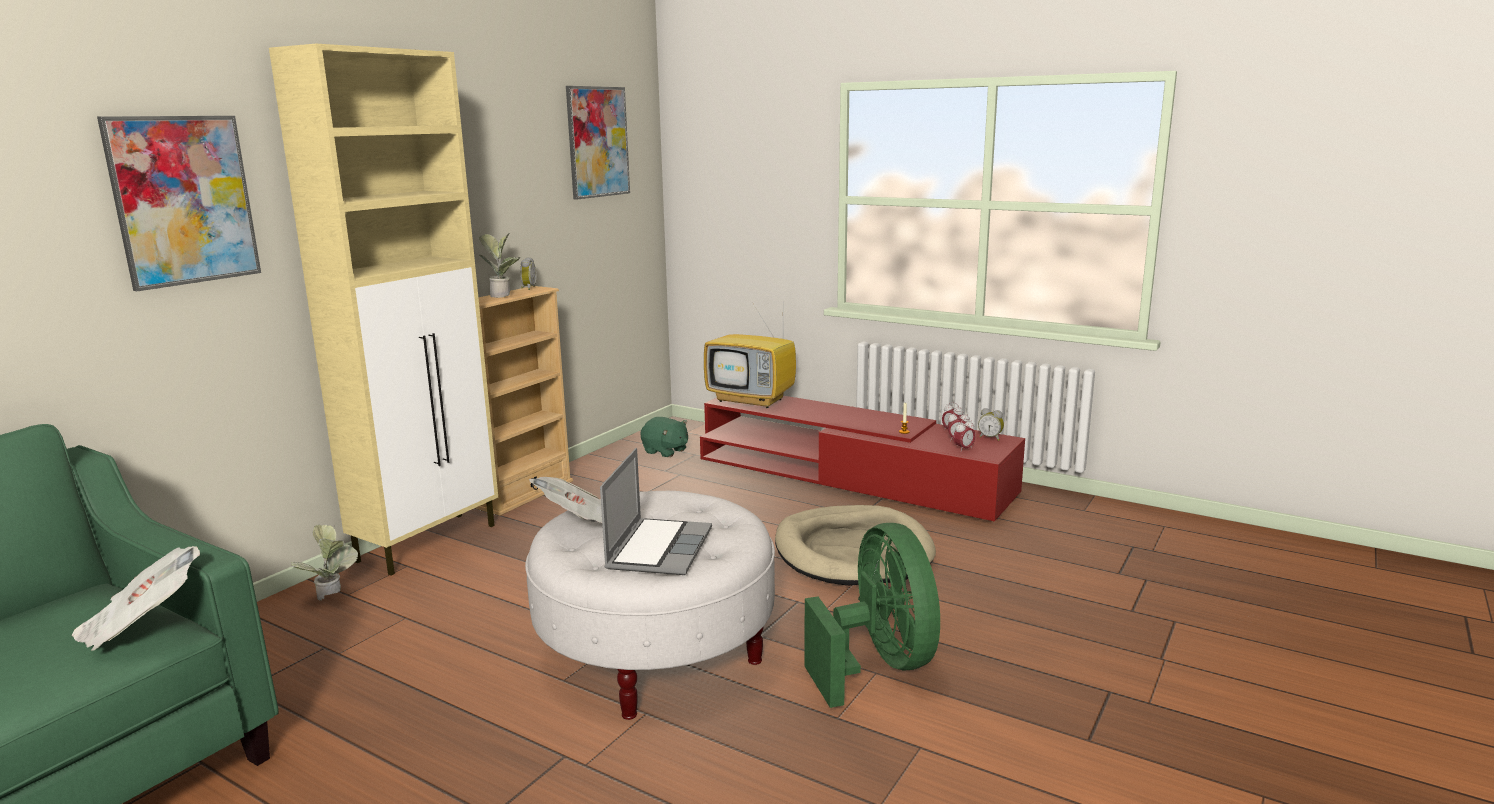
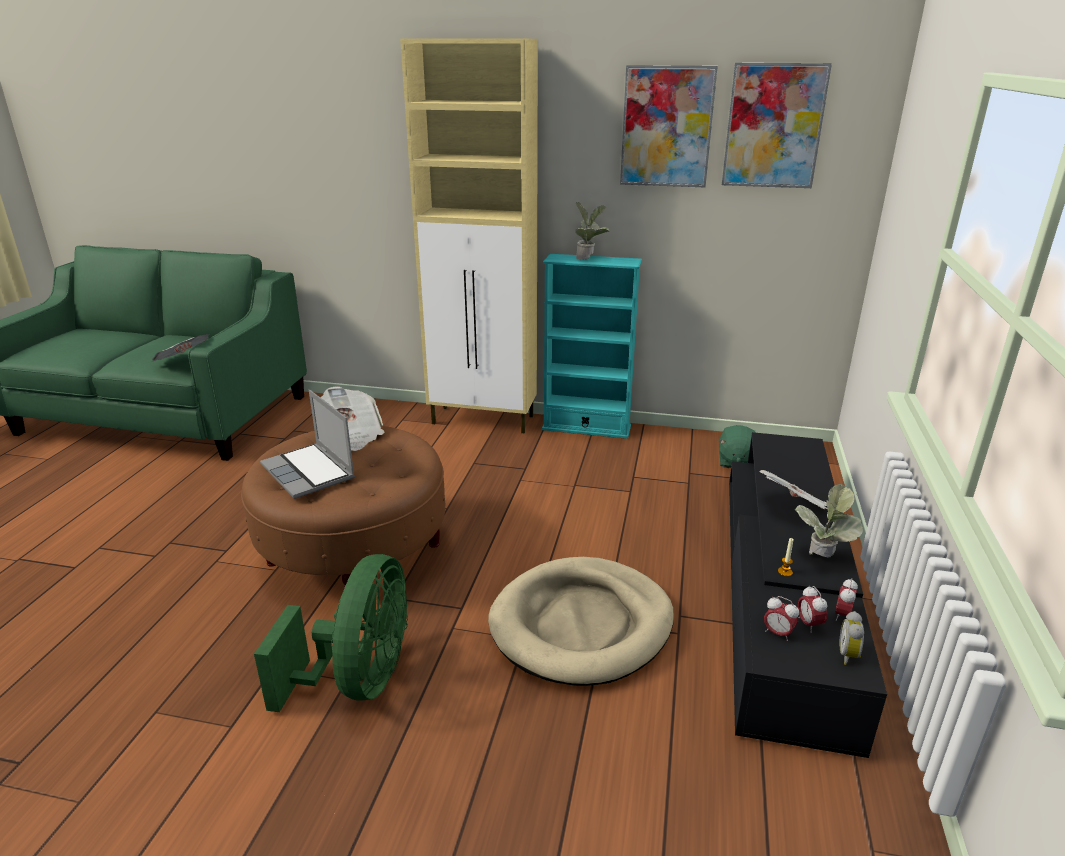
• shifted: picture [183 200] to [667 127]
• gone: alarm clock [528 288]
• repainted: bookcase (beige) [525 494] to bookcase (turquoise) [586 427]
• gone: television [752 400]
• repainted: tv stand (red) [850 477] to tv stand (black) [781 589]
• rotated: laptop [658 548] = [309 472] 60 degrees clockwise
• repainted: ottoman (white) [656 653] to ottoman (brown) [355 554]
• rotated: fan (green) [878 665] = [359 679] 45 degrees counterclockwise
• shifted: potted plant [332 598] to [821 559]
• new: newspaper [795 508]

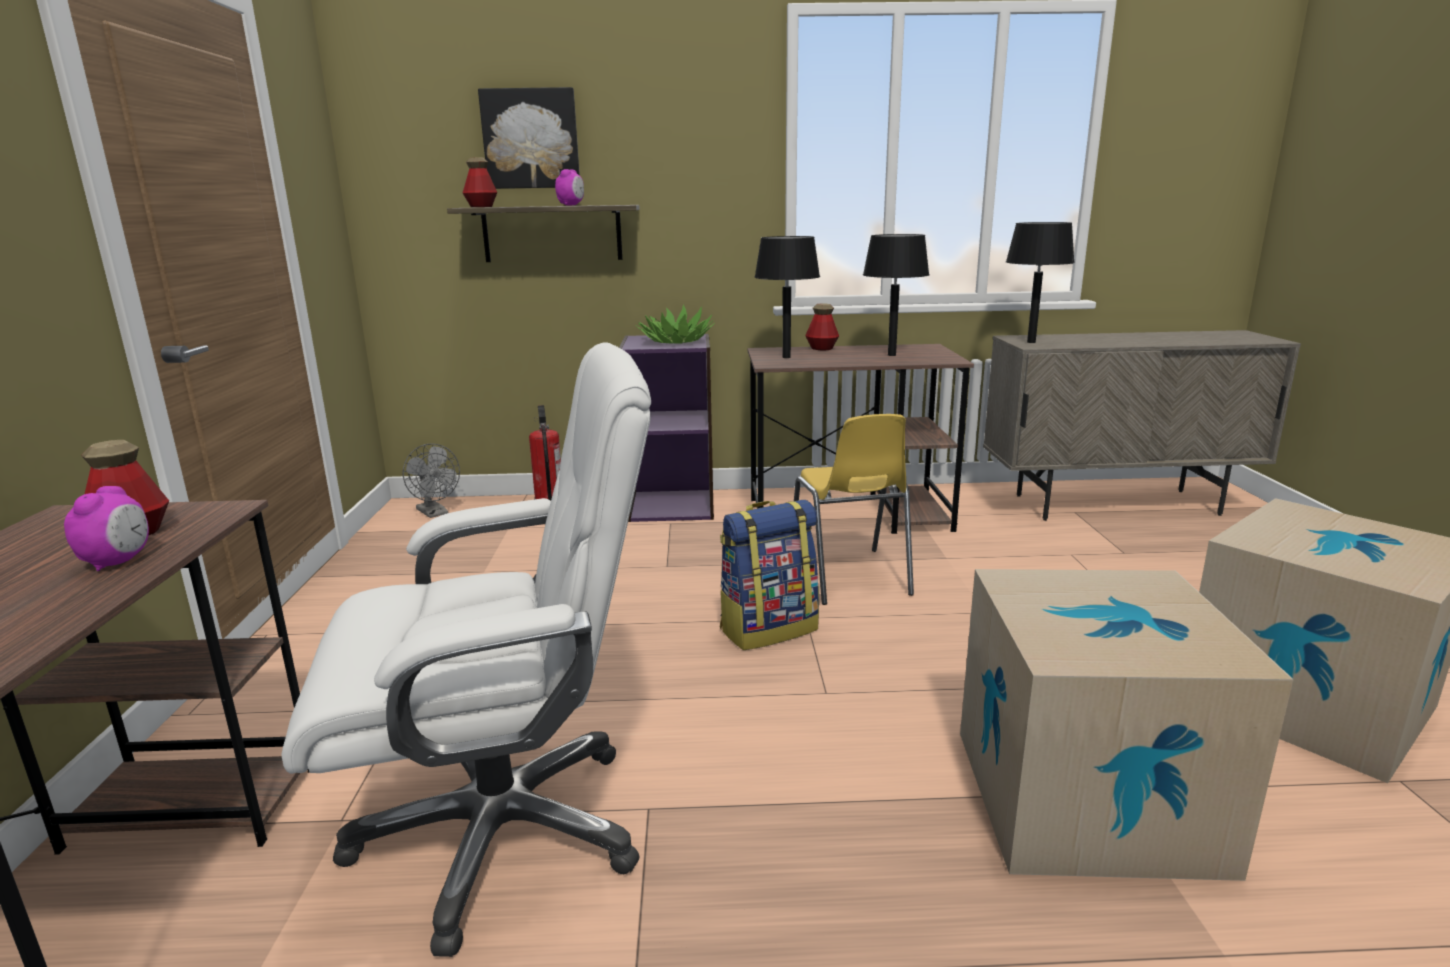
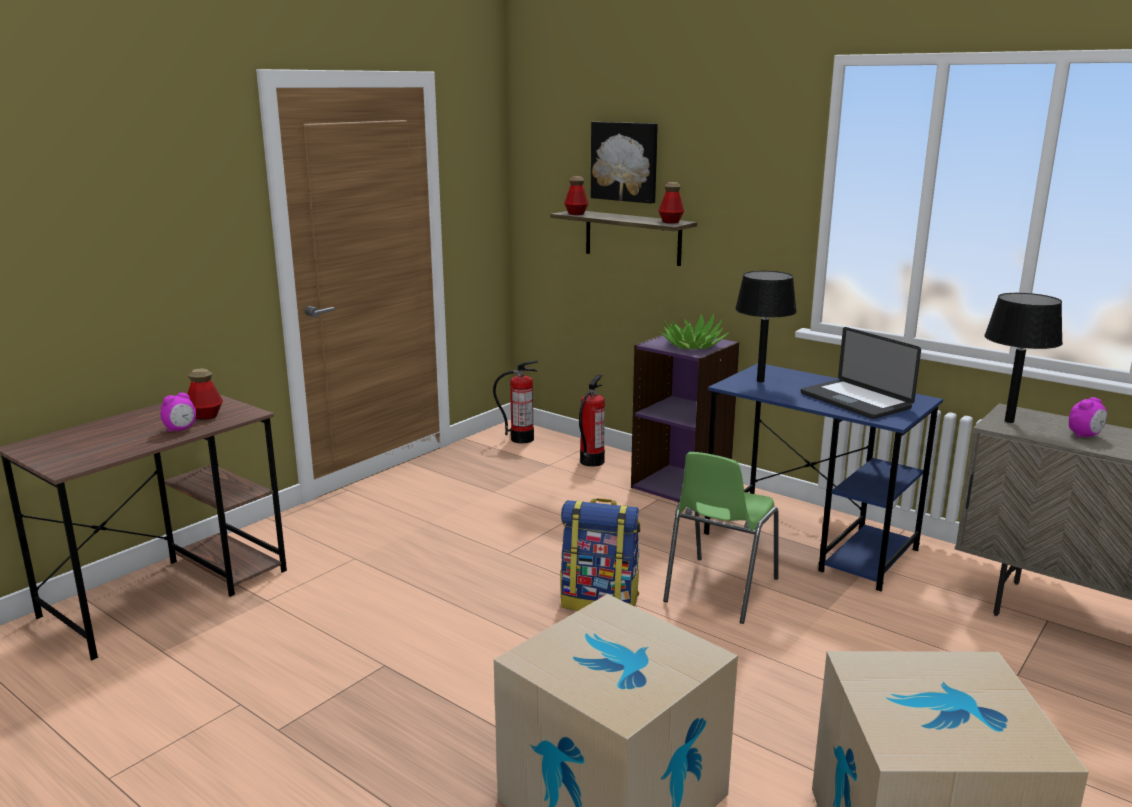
• shifted: alarm clock [571 205] to [1084 435]
• swapped: table lamp (black) [892 355] to laptop [855 401]
• shifted: bottle [821 348] to [670 222]
• gone: office chair (white) [504 829]
• repainted: desk (brown) [850 515] to desk (blue) [810 542]
• repainted: chair (yellow) [849 577] to chair (green) [719 590]
• swapped: fan (grey) [435 513] to fire extinguisher [522 439]

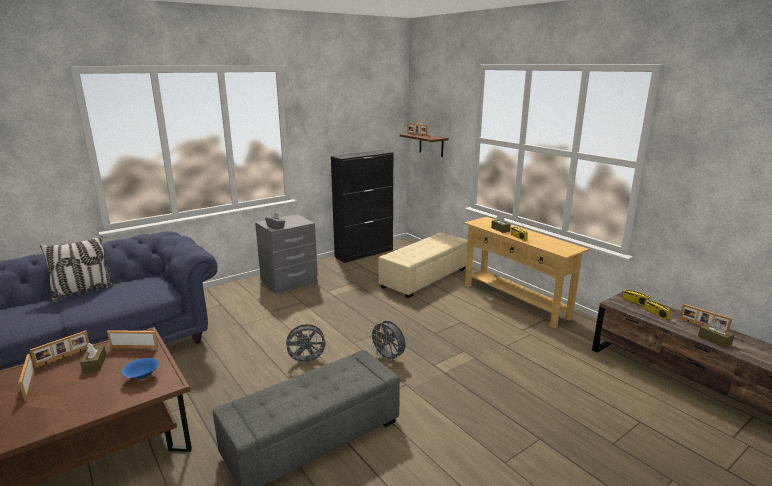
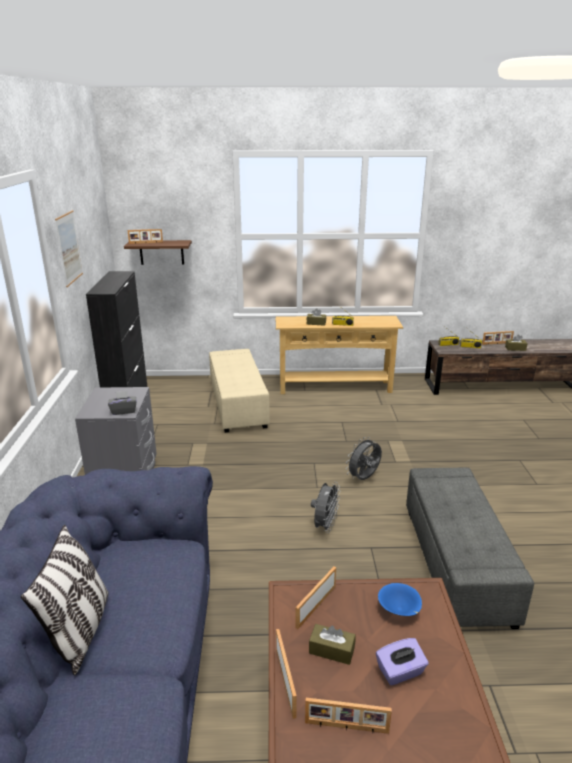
• rotated: fan (grey) [388 358] = [364 478] 150 degrees clockwise
• new: picture [69 248]
• new: tissue box (purple) [400 672]

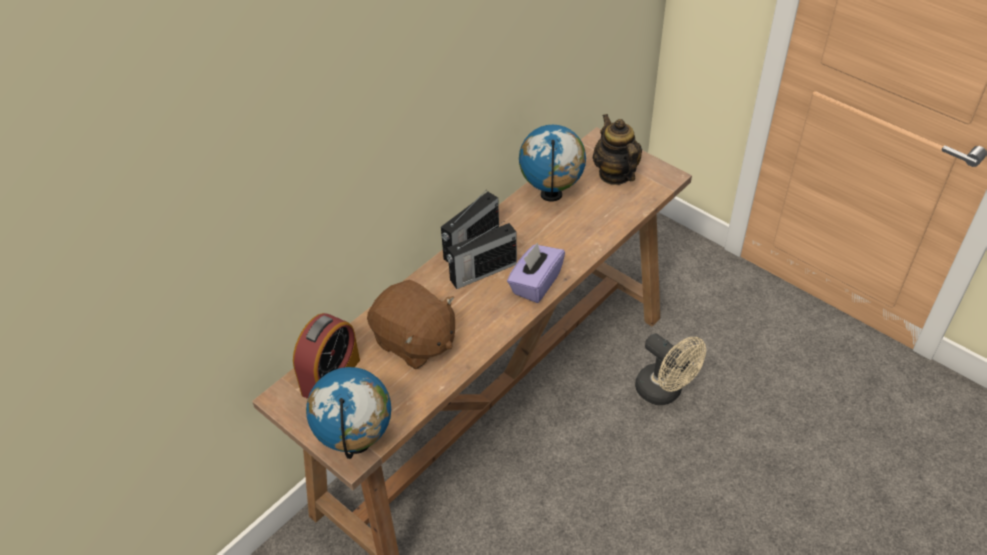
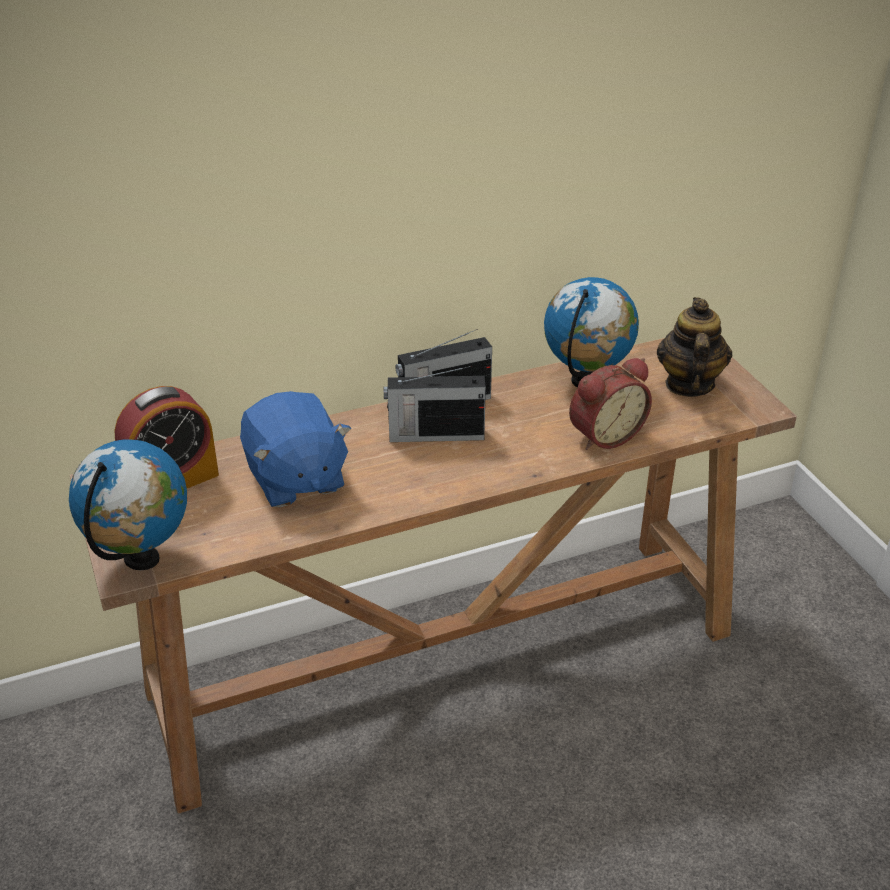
• gone: tissue box (purple) [535 284]
• repainted: plush toy (brown) [414 342] to plush toy (blue) [295 479]
• gone: fan (beige) [665 392]
• new: alarm clock [604 435]

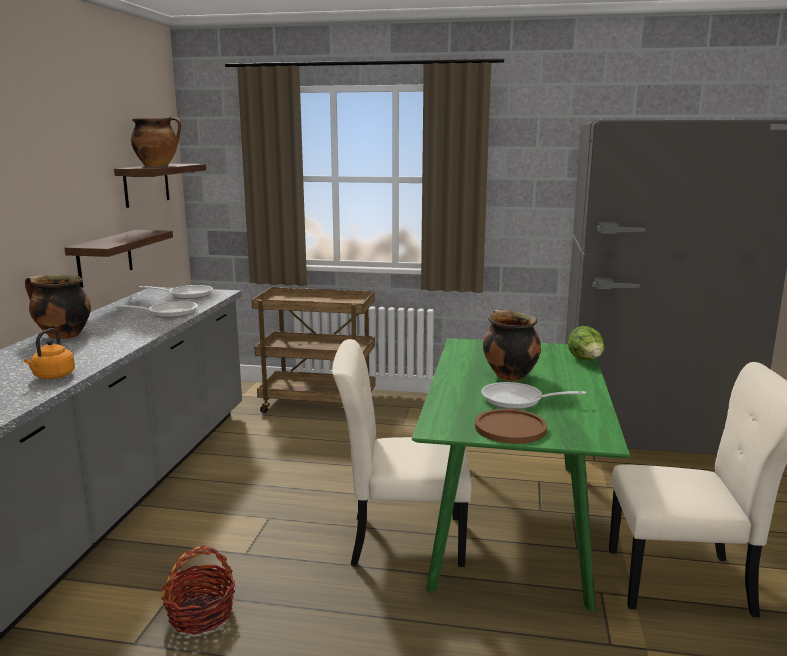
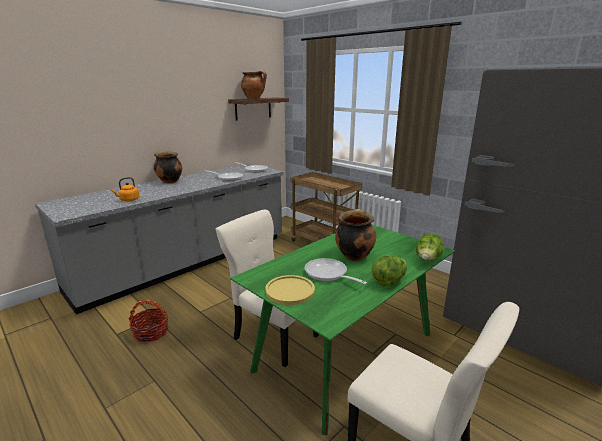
• gone: shelf [105 258]
• repainted: plate (brown) [510 428] to plate (yellow) [290 291]
• new: lettuce [389 281]

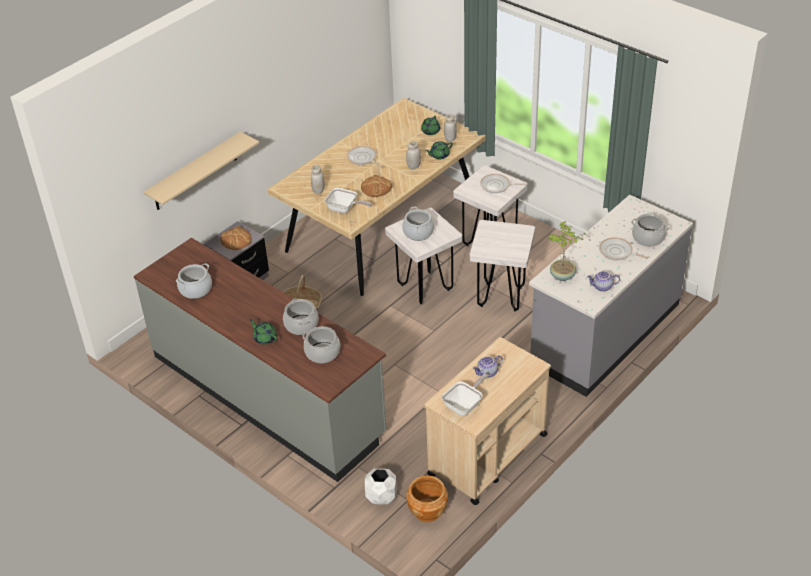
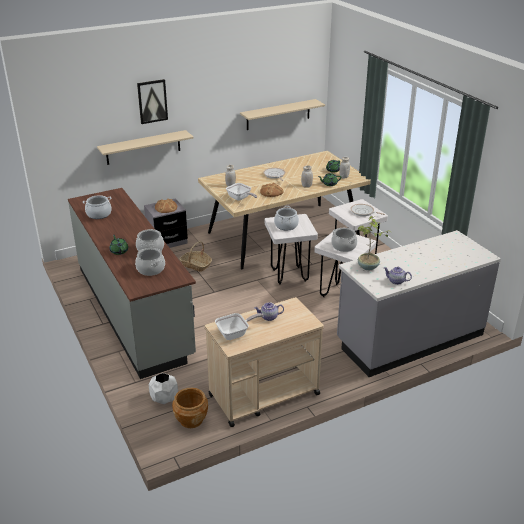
• shifted: cooking pot [648 238] to [343 246]
• gone: frying pan [617 252]
• new: picture [152 101]
• new: shelf (beige) [278 114]

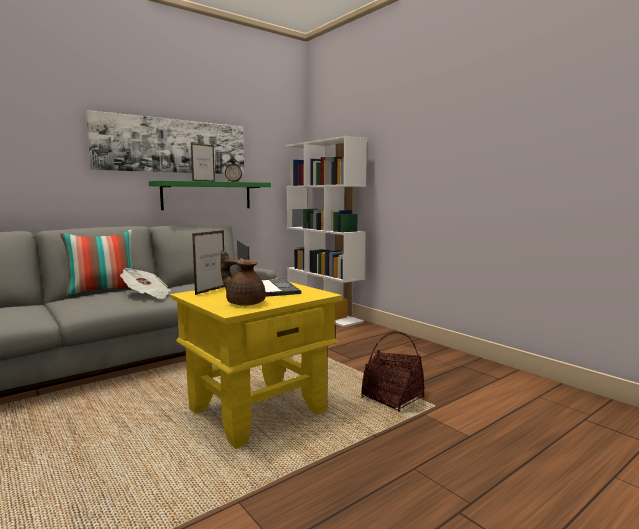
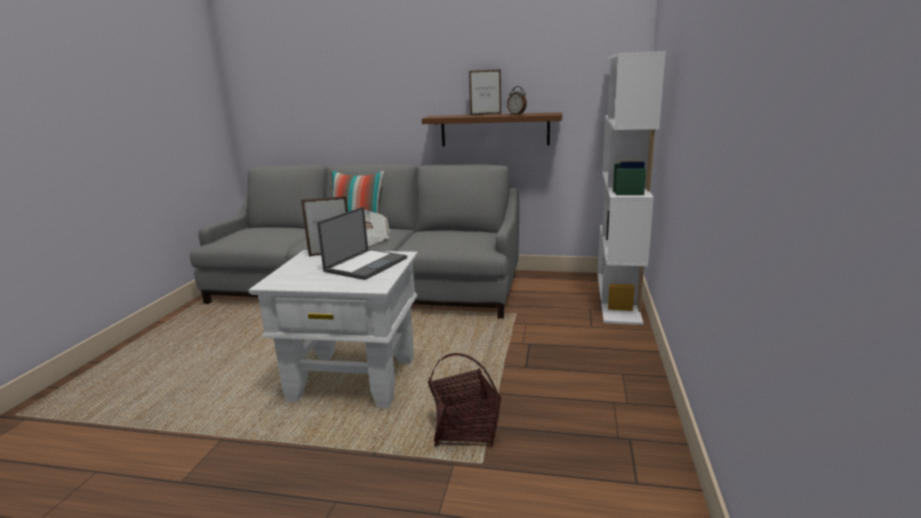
• gone: picture [173 146]
• repainted: shelf (green) [207 195] to shelf (brown) [494 130]
• gone: teapot (brown) [244 303]
• repainted: side table (yellow) [258 411] to side table (white) [353 379]

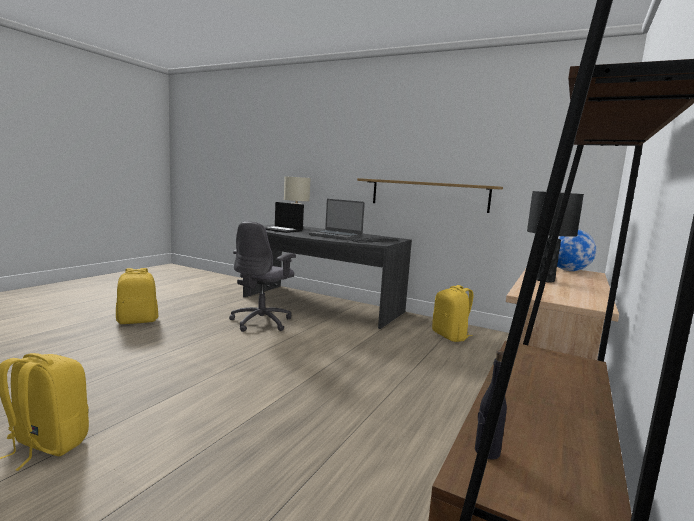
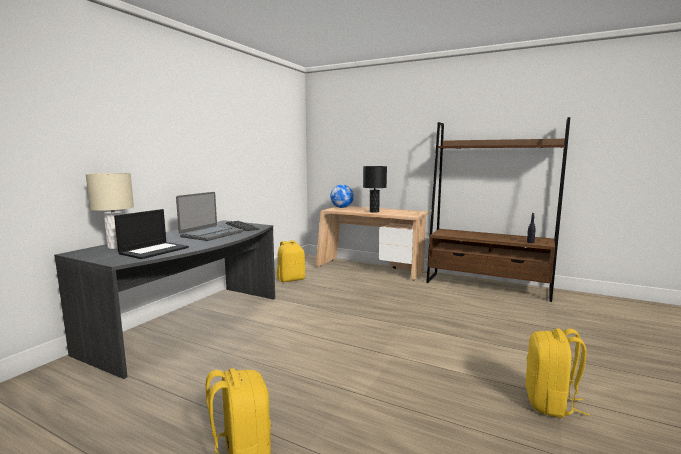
• gone: shelf [428 195]
• gone: office chair (grey) [262 322]

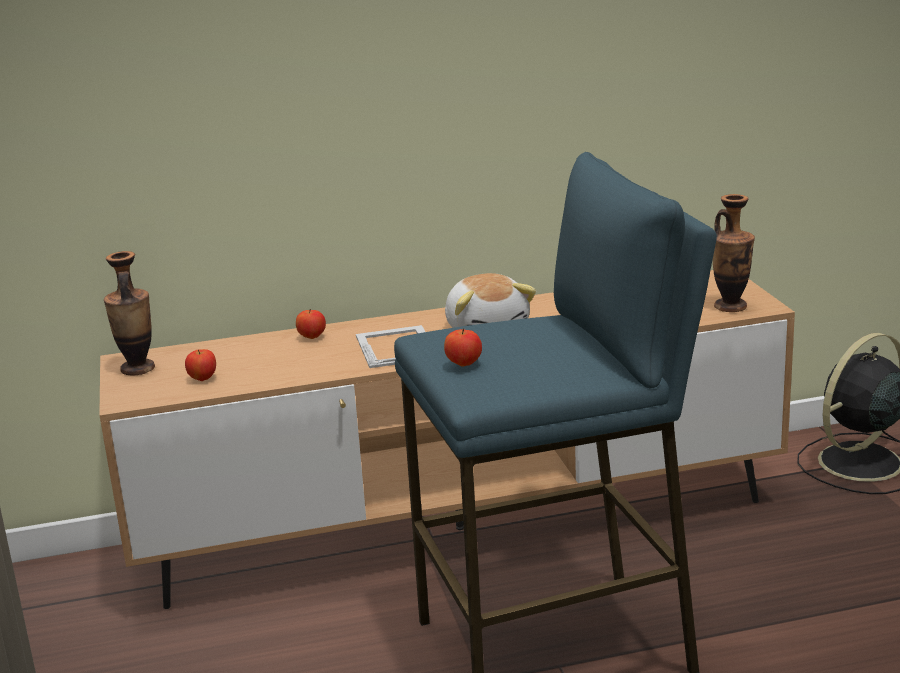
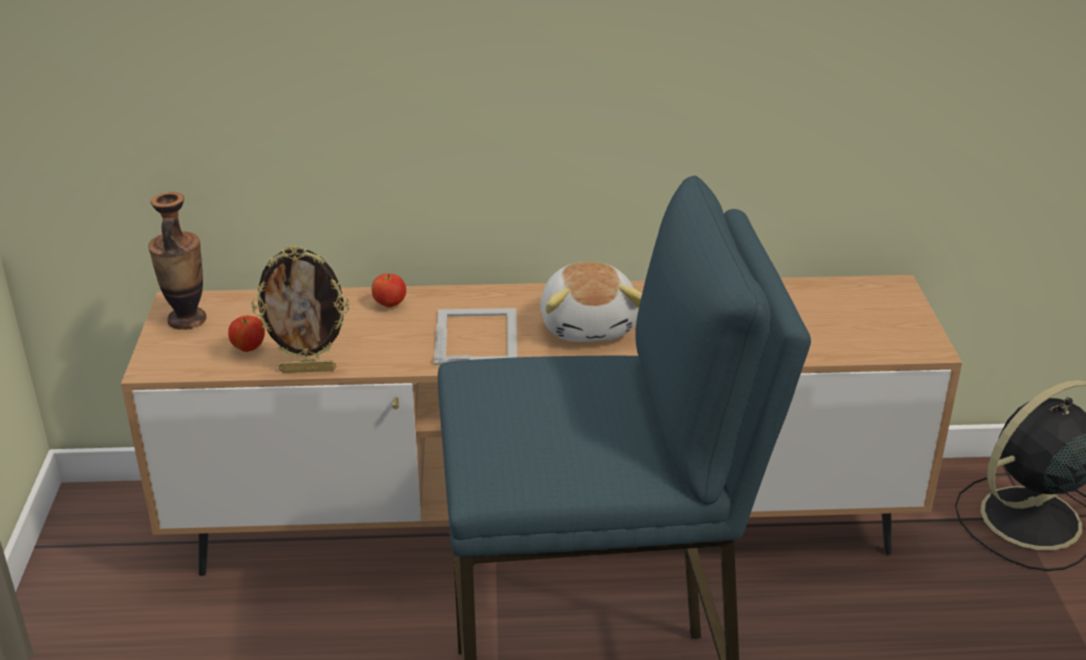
• gone: vase [730 307]
• gone: apple [464 364]
• new: picture frame [308 369]

